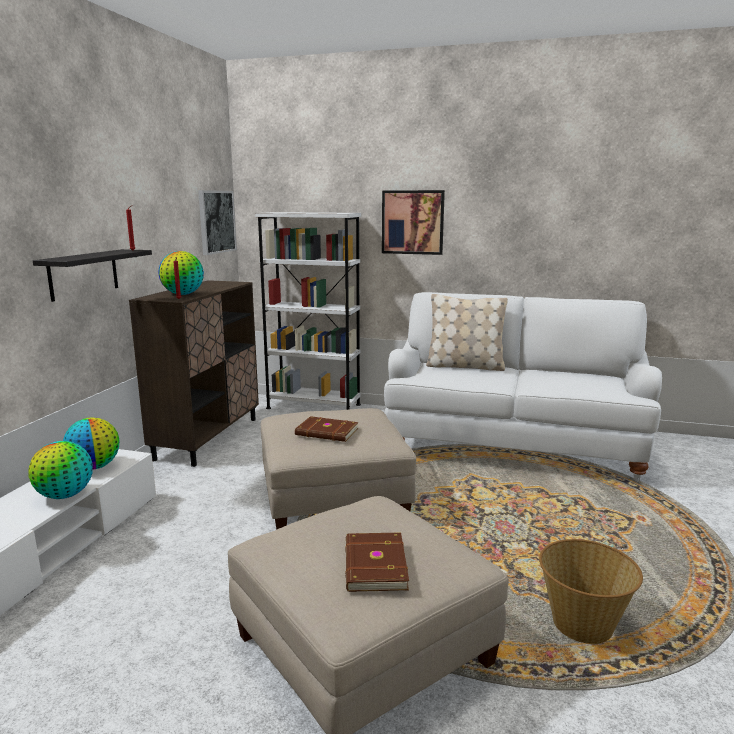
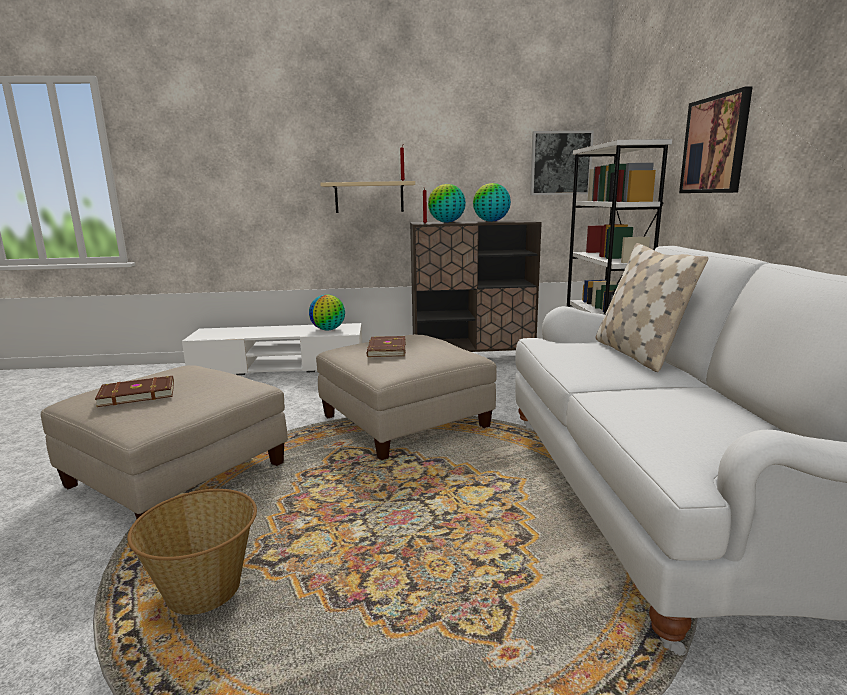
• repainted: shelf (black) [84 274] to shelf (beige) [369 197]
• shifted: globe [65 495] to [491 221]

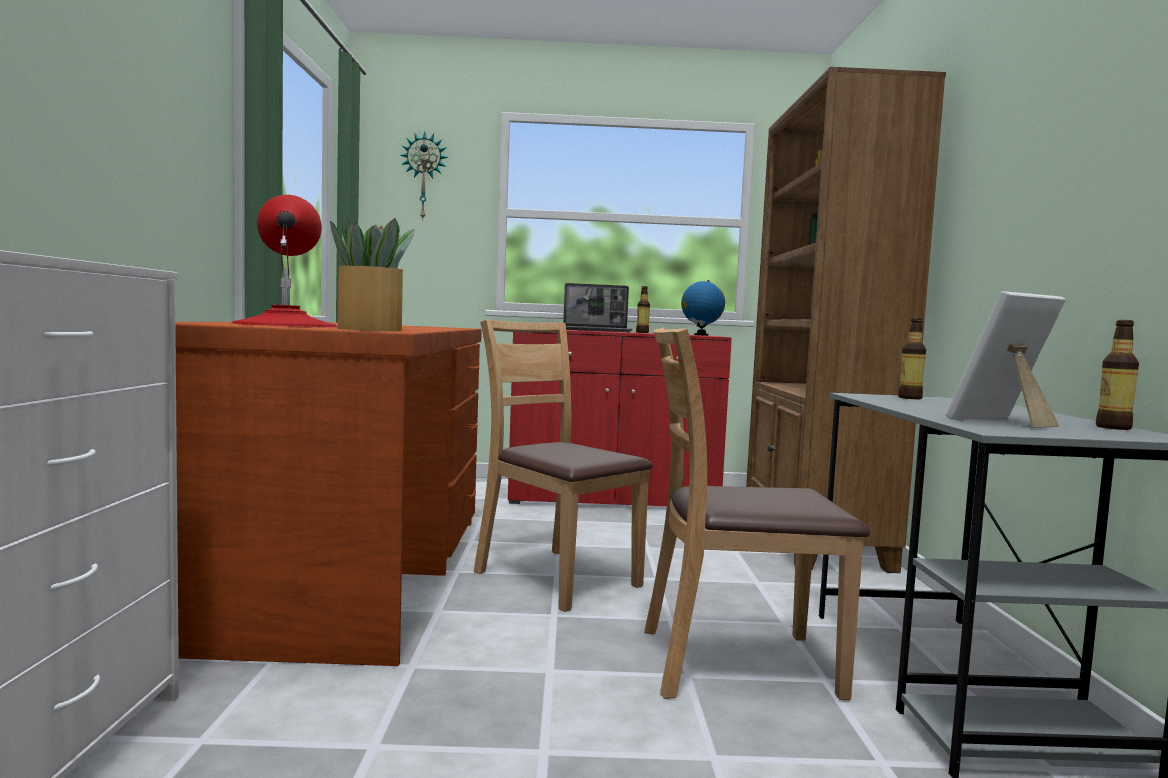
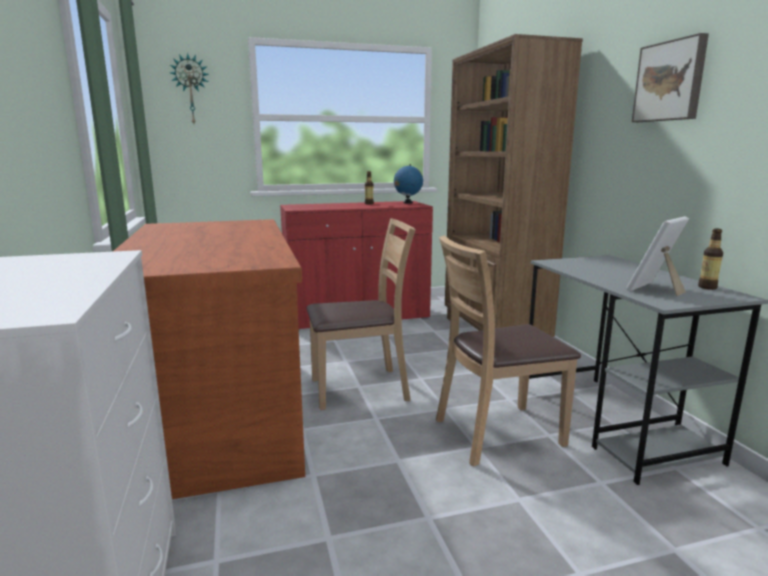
• gone: table lamp (red) [285 325]
• gone: potted plant [369 329]
• gone: laptop [597 331]
• gone: bottle [910 398]
• rotated: chair (brown) [557 577] = [360 389] 135 degrees clockwise
• new: picture [670 81]

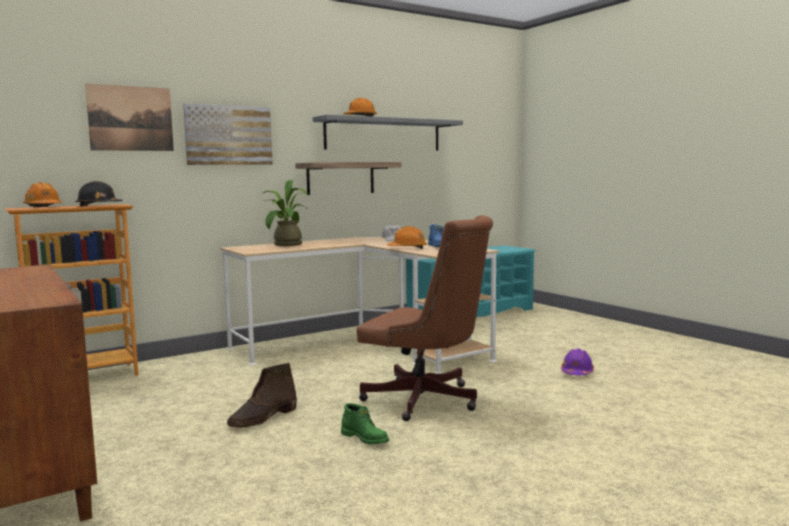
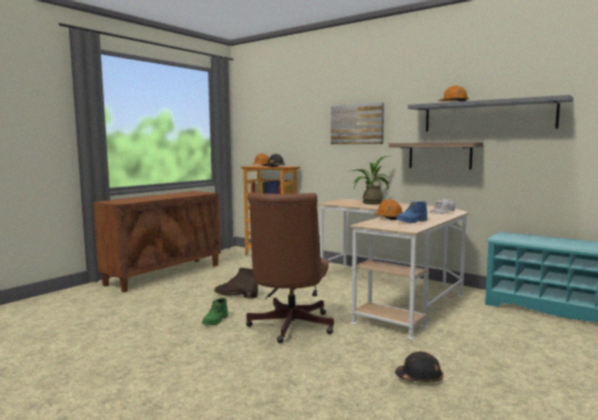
• gone: picture [131 118]
• repainted: hard hat (purple) [577 372] to hard hat (black) [419 378]

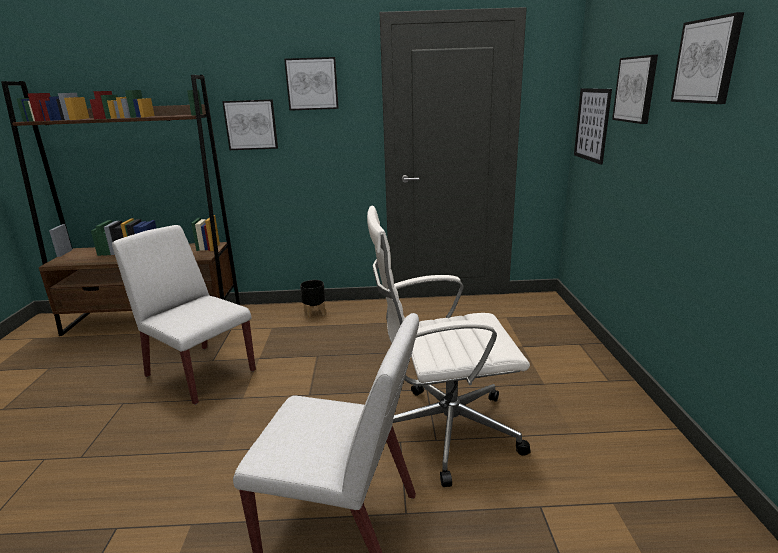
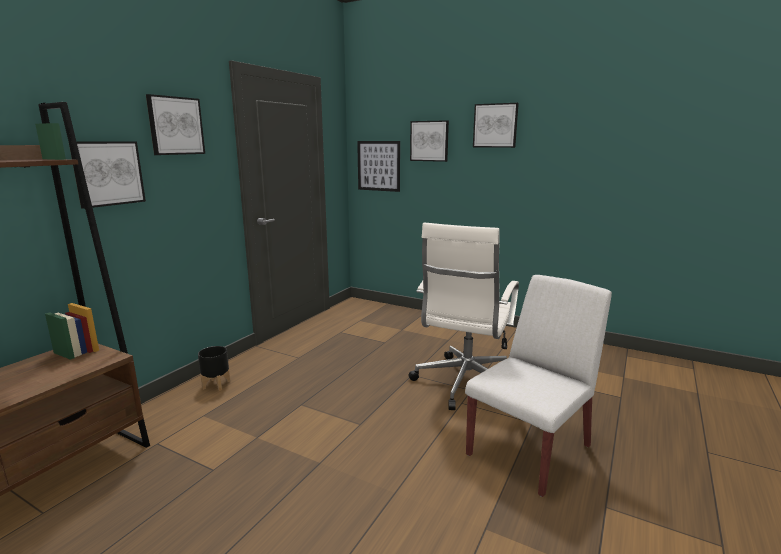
• gone: chair (white) [199 373]

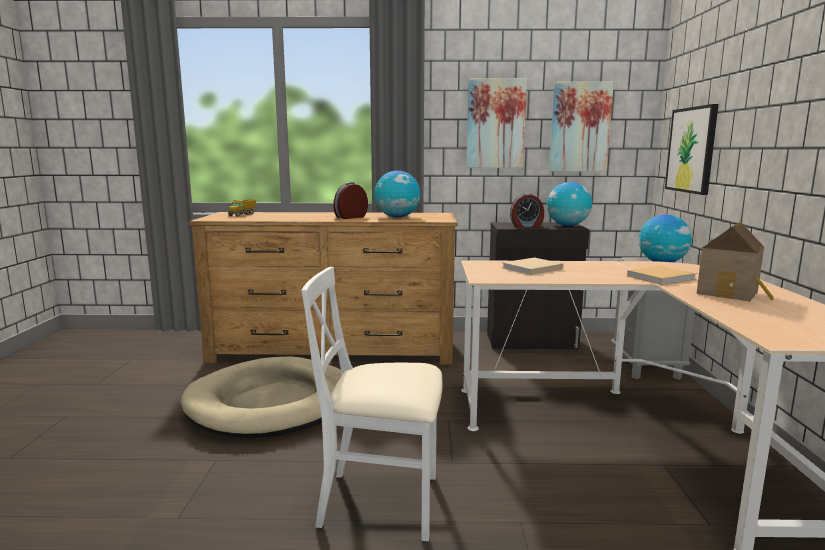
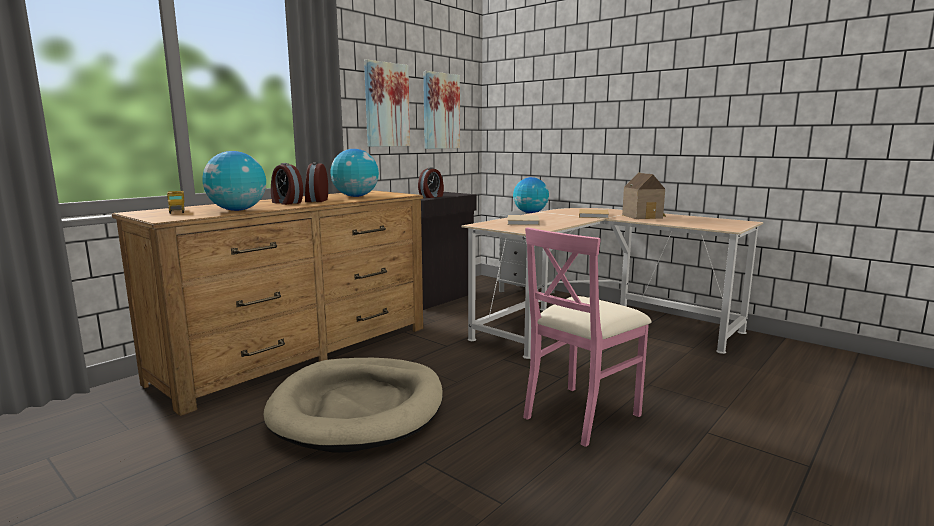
• gone: picture [691 150]
• shifted: globe [568 225] to [237 210]
• repainted: chair (white) [382 501] to chair (pink) [581 414]
• new: alarm clock [286 203]

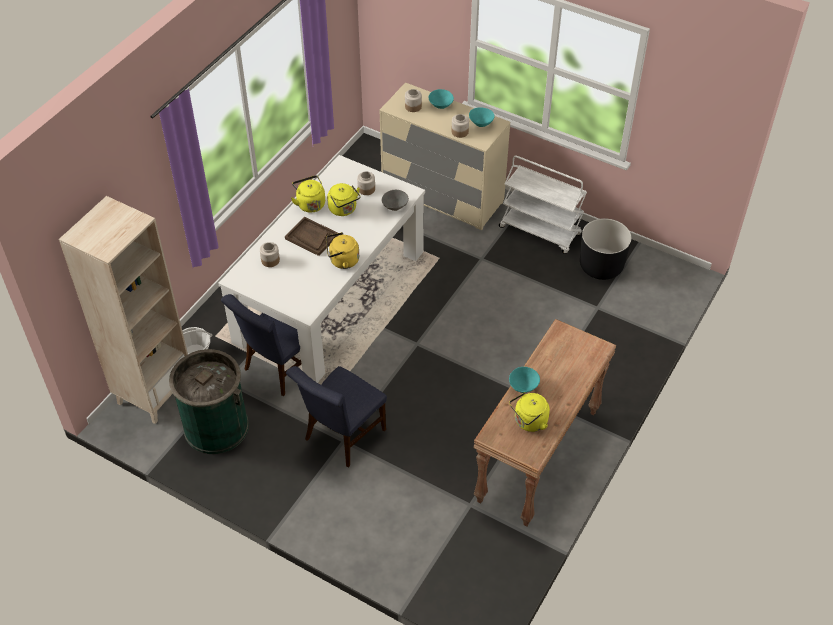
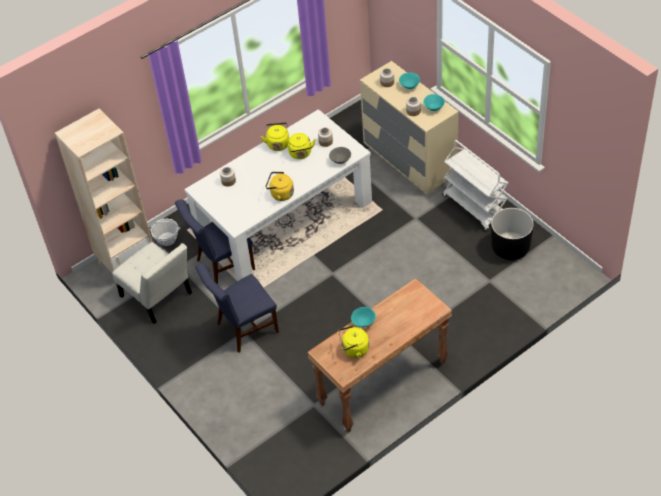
• gone: tray (brown) [311 237]
• swapped: trash can (green) [216 427] to chair (white) [158 297]

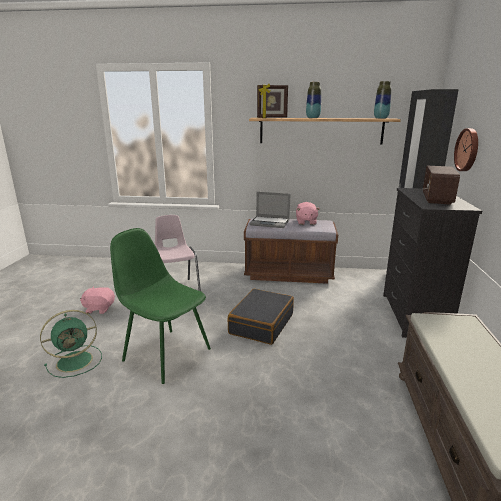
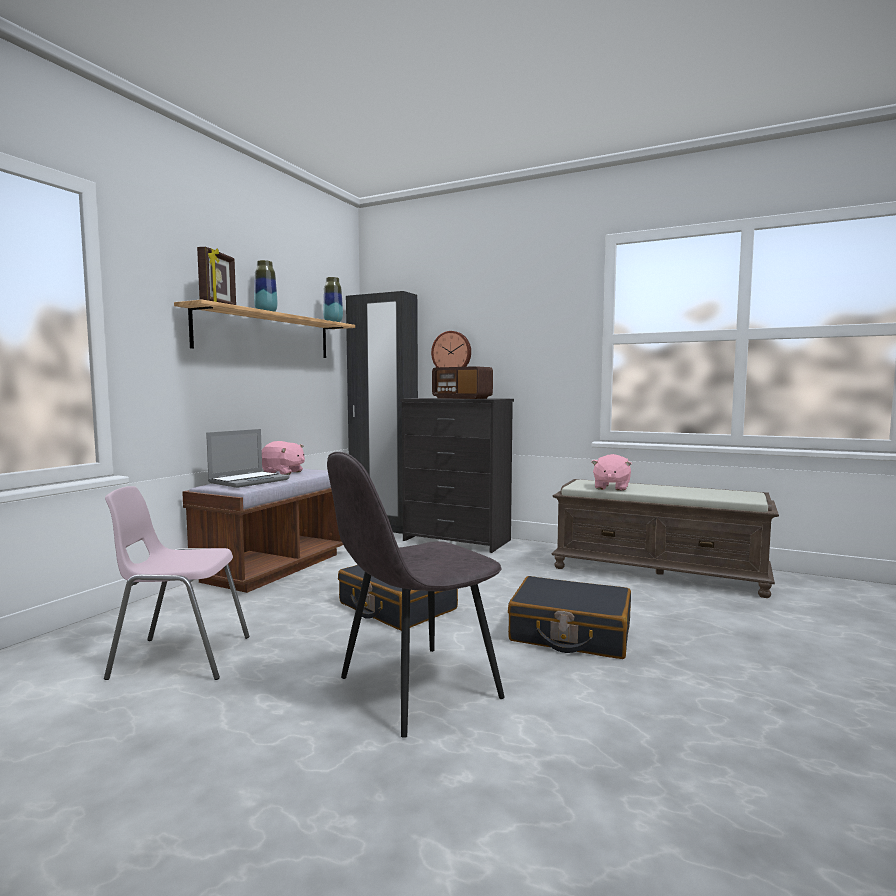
• repainted: chair (green) [165 354] to chair (grey) [415 689]
• shifted: plush toy (pink) [99 309] to [611 487]
• gone: fan (green) [76 361]
• new: suitcase (black) [570 633]

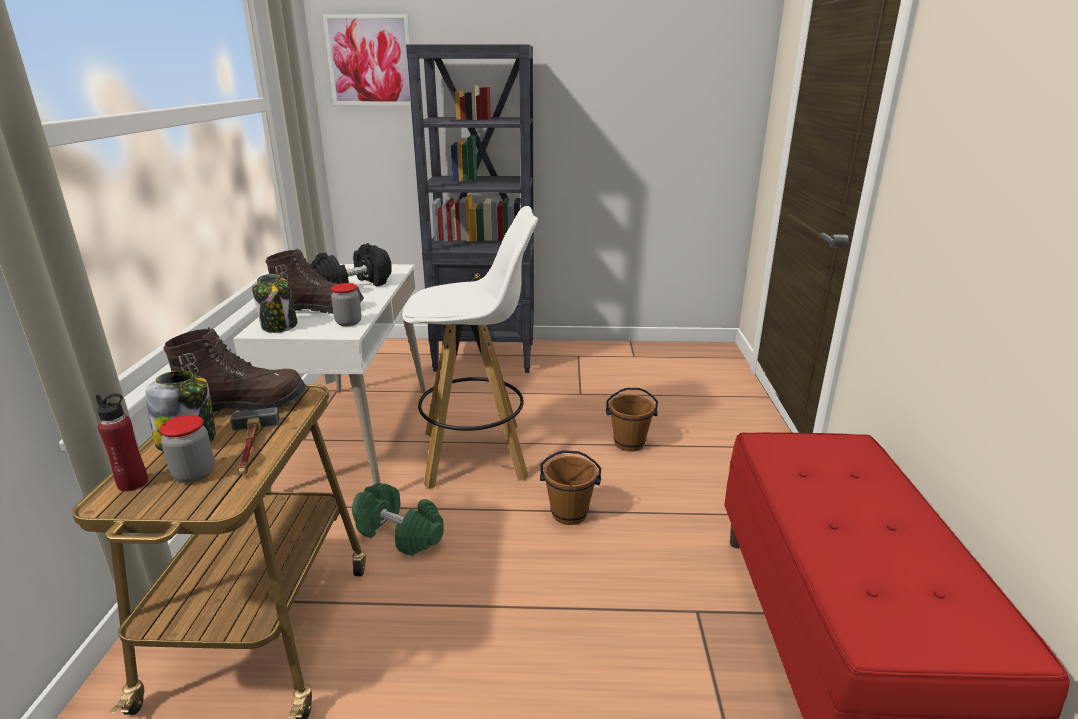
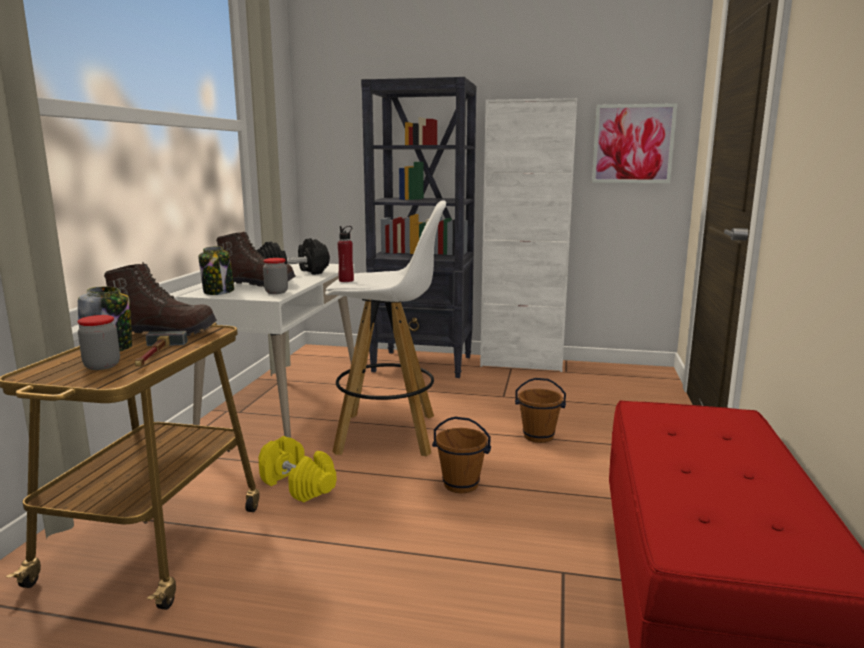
• shifted: picture [370 61] to [633 144]
• shifted: bottle (red) [133 483] to [346 280]
• repainted: dumbbell (green) [399 533] to dumbbell (yellow) [298 485]
• new: cabinet (white) [521 363]

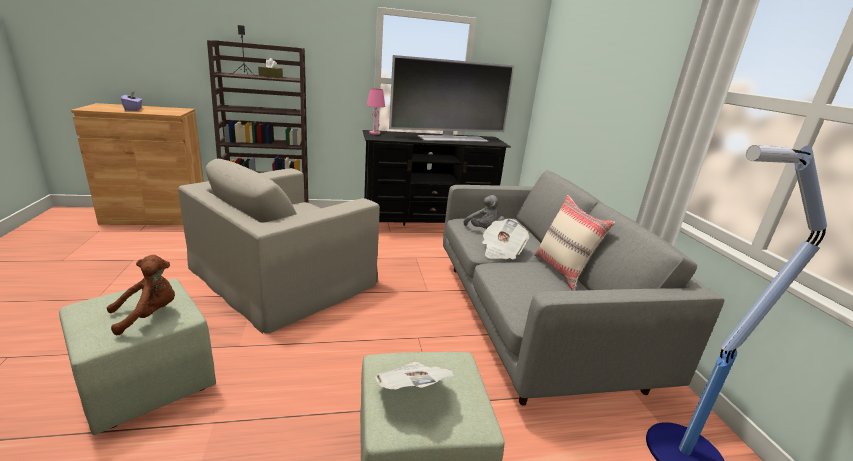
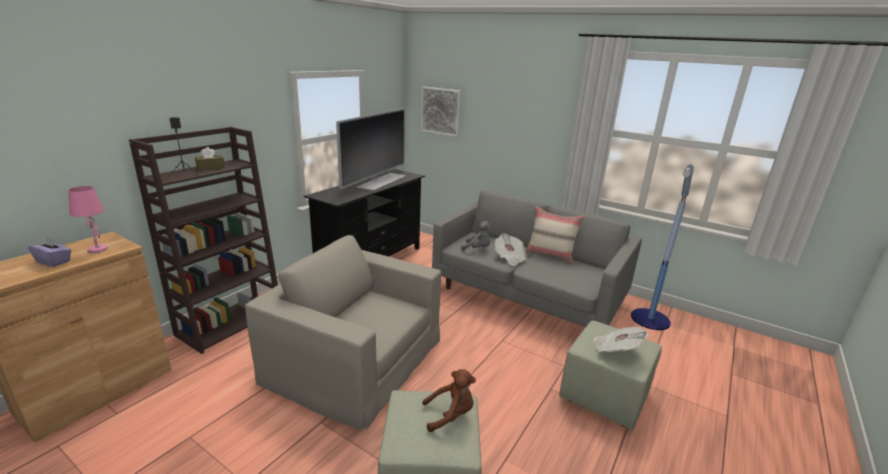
• shifted: table lamp (pink) [374 133] to [97 249]
• rotated: armchair (beige) [283 275] = [354 359] 120 degrees clockwise
• rotated: plush toy (brown) [148 315] = [450 415] 75 degrees clockwise
• new: picture [440 111]

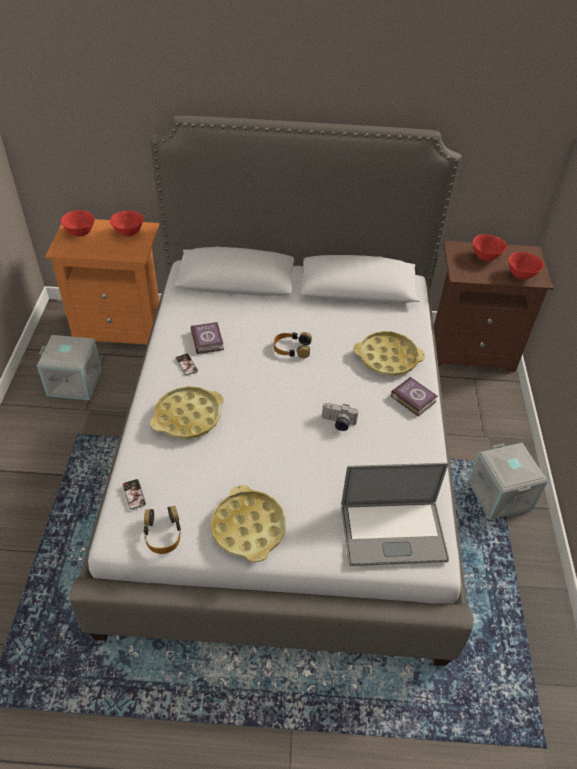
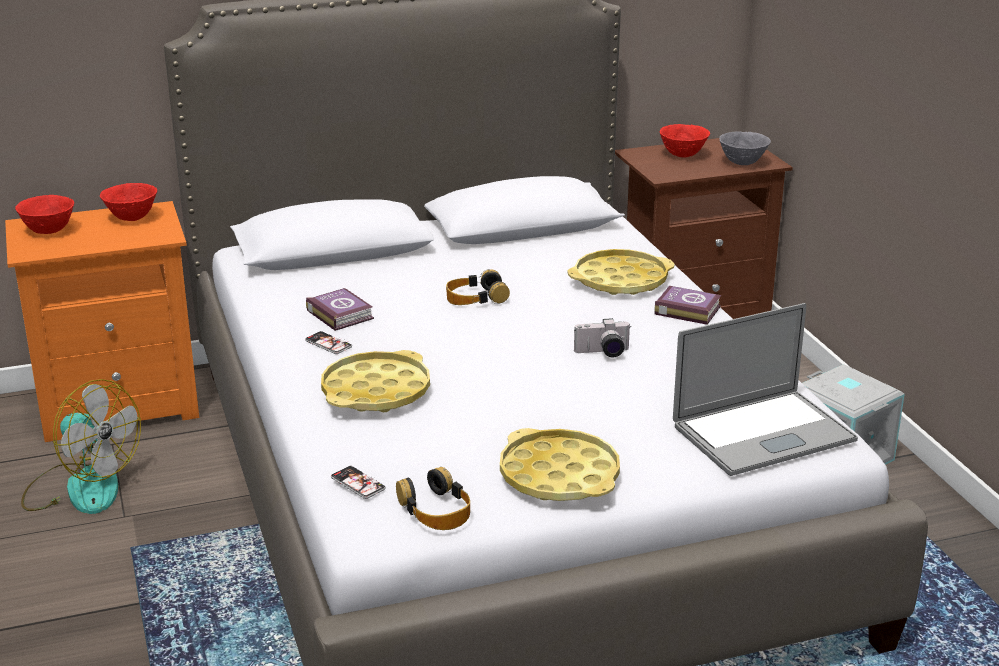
• repainted: bowl (red) [521 275] to bowl (grey) [743 163]
• swapped: storage box (grey) [75 381] to fan [81 487]

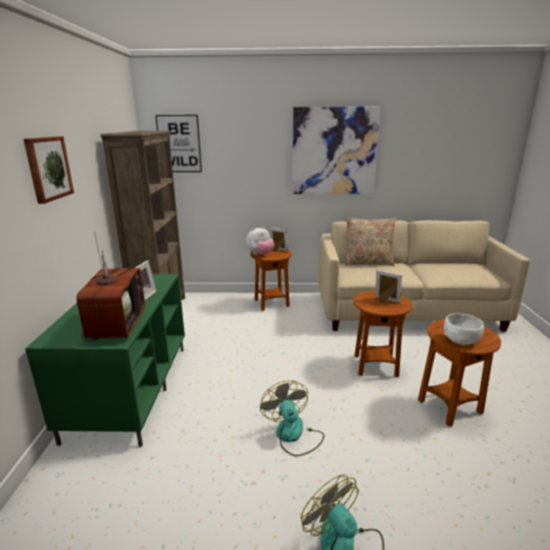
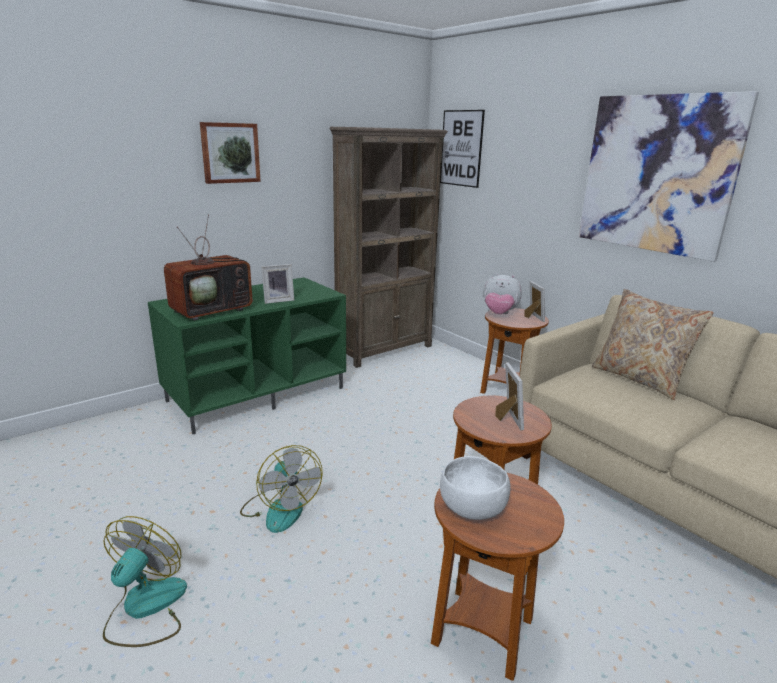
• rotated: fan [293 435] = [280 508] 120 degrees clockwise

